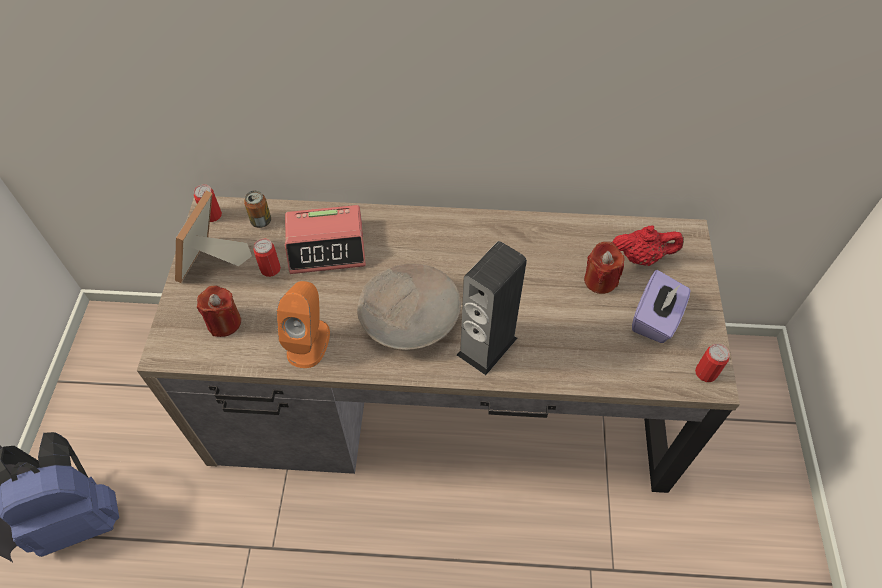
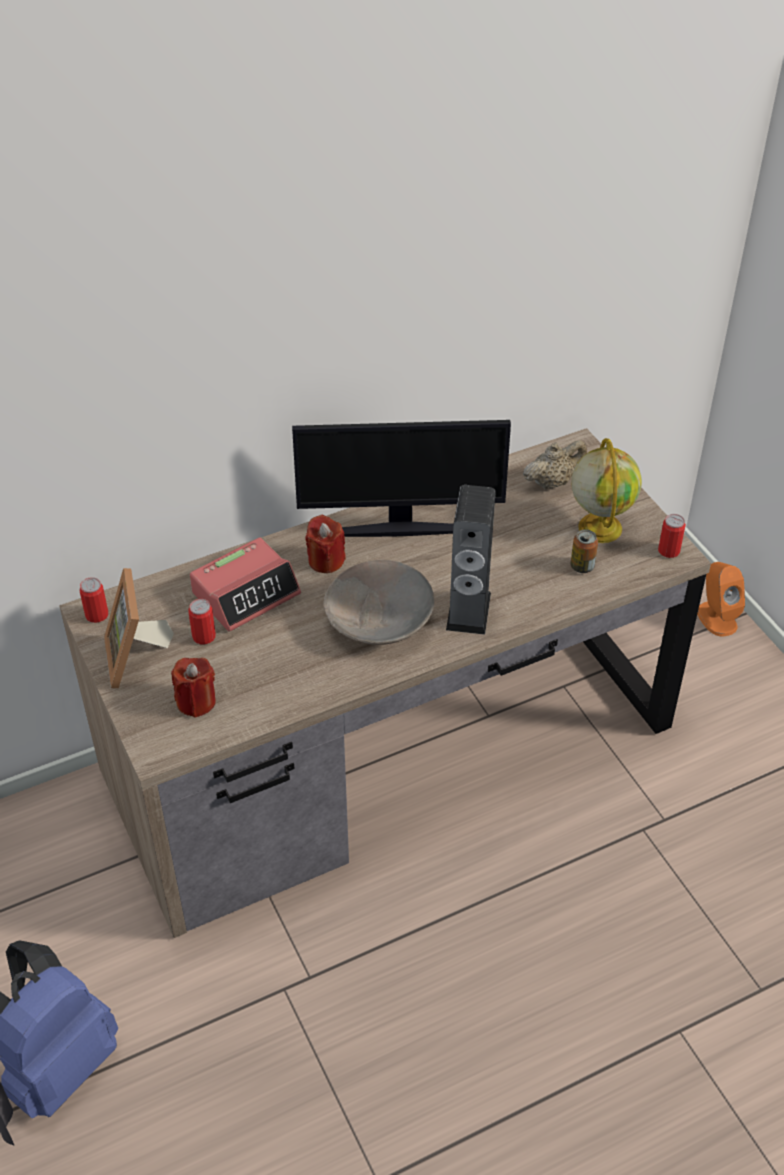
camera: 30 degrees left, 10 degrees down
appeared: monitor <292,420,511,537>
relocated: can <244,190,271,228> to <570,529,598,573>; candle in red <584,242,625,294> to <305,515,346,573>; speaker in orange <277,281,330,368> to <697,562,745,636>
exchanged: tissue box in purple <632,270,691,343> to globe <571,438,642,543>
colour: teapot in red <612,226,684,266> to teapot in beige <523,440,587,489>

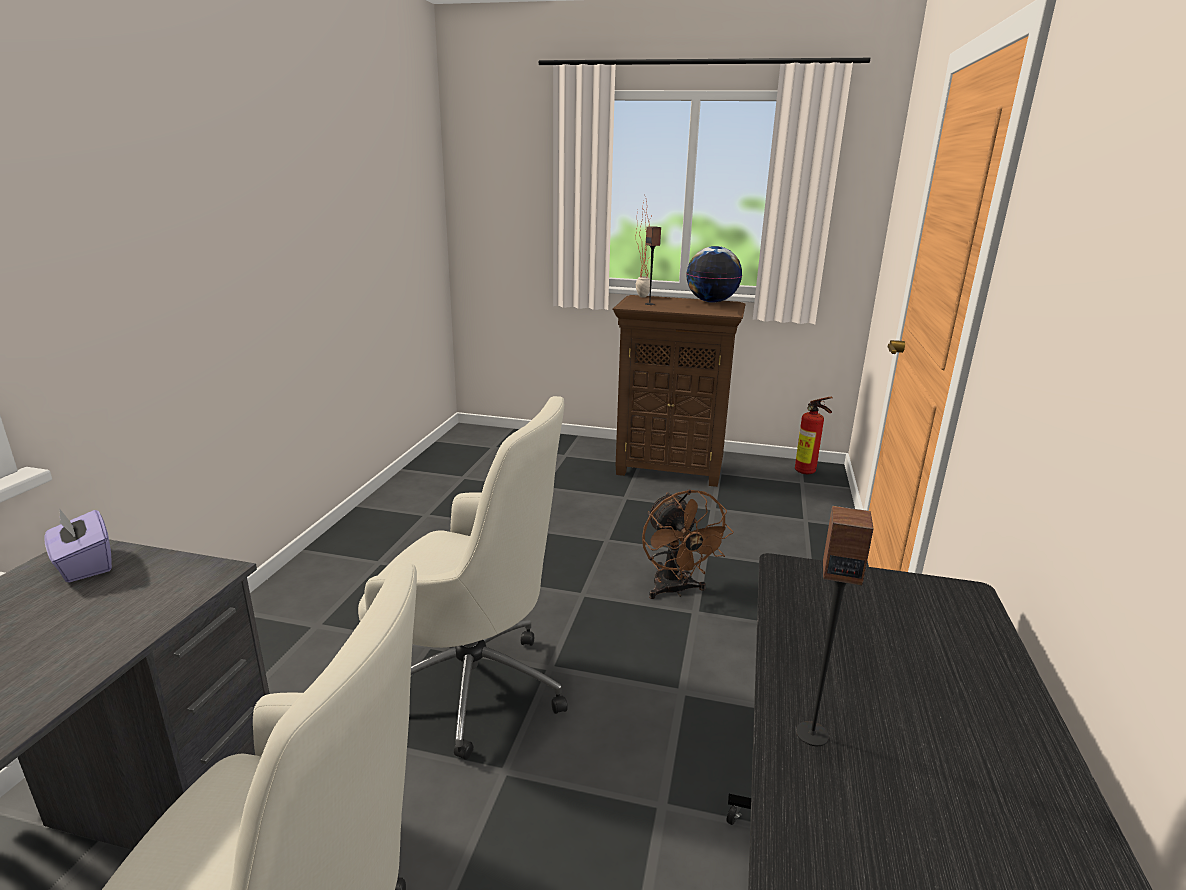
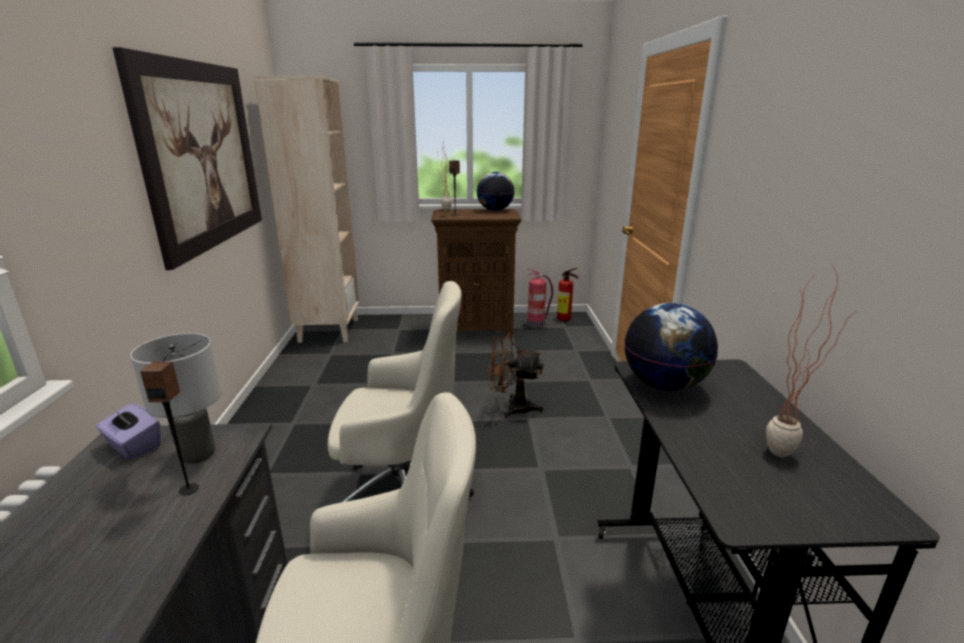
camera: 15 degrees left, 0 degrees up
appeared: picture <112,47,262,270>; bookcase in beige <254,76,360,343>; potted plant <766,265,855,457>; fire extinguisher <527,269,553,328>; globe <624,303,718,391>; table lamp in white <130,333,221,464>
relocated: speaker <796,506,873,746> to <140,361,199,496>
spun: fan in brown <642,489,734,599> = <487,332,543,418> 135 degrees clockwise

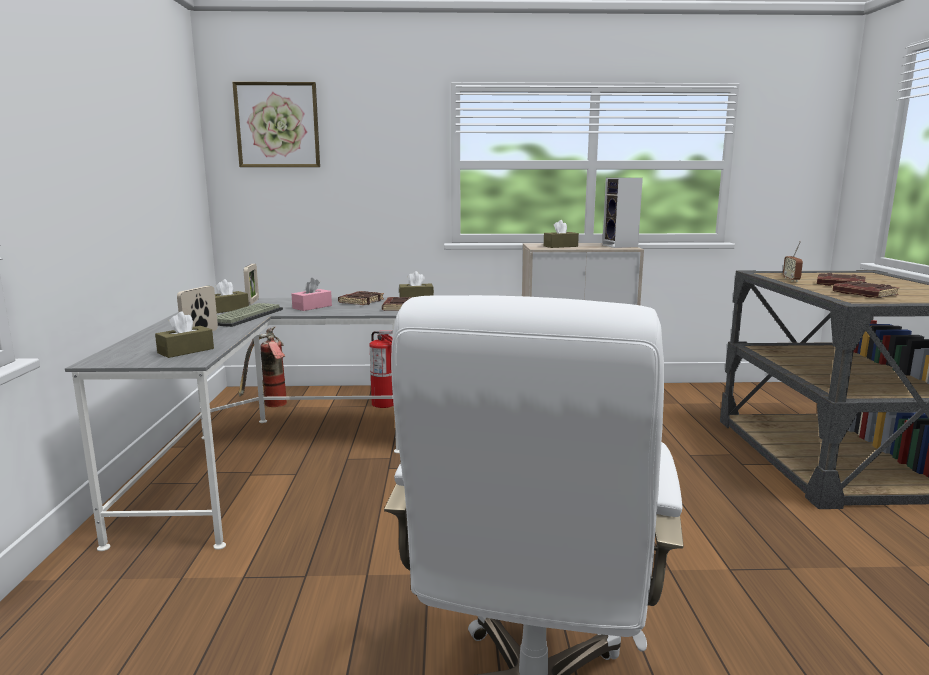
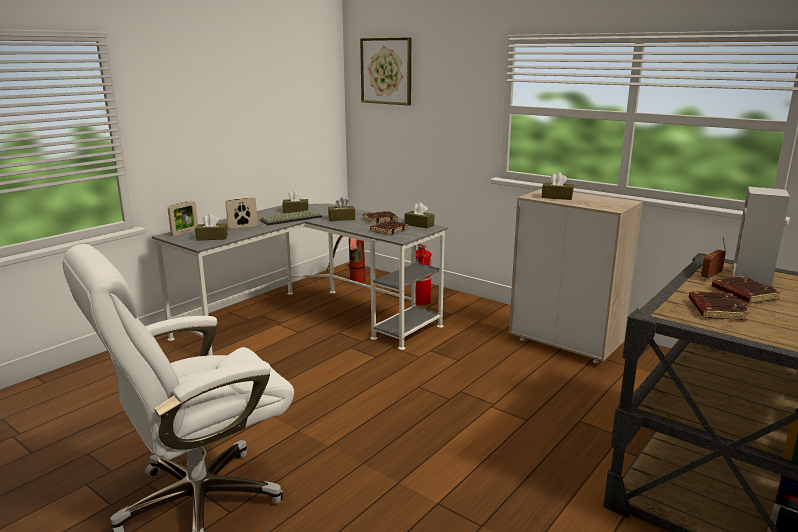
camera: 40 degrees right, 5 degrees up
relocated: speaker <602,178,643,248> to <732,186,790,286>; picture frame <243,264,259,305> to <168,201,198,236>
colour: tissue box in pink <292,278,332,311> to tissue box in brown <328,197,355,221>

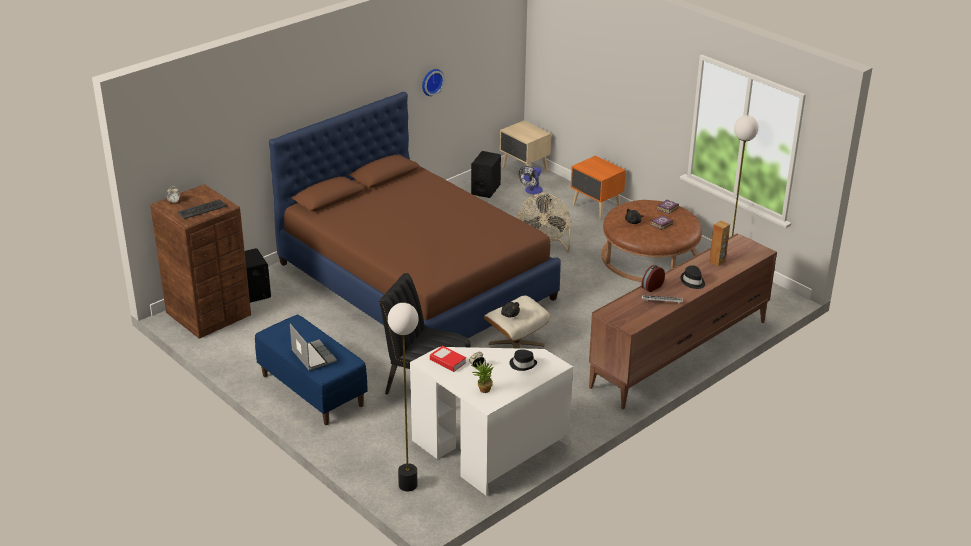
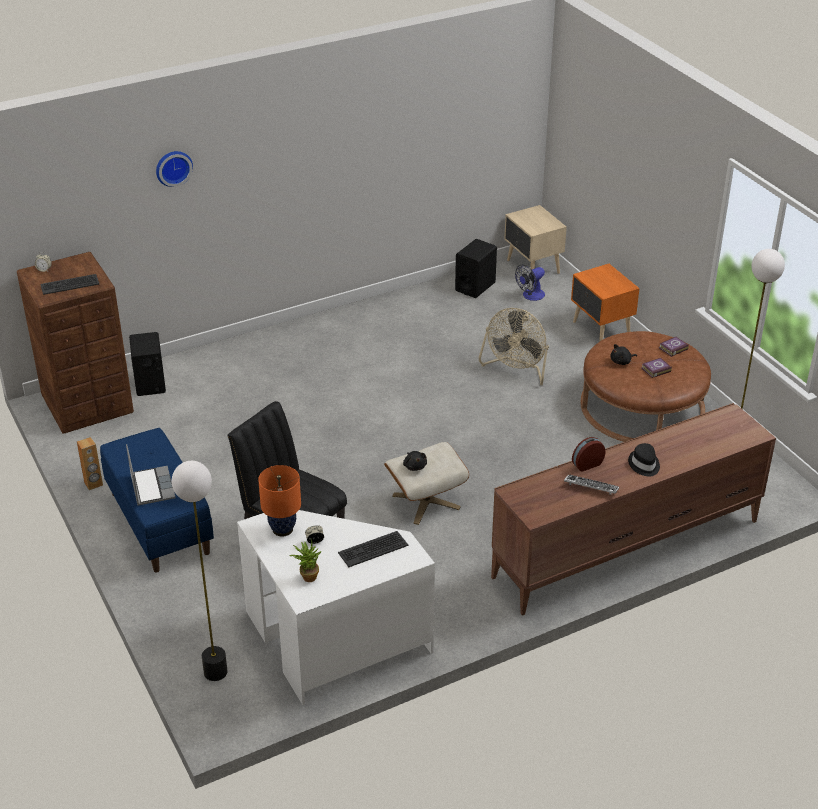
camera: 15 degrees right, 5 degrees up
missing: bed in brown <269,92,561,338>
relocated: wall clock <422,69,445,96> to <156,151,193,187>; speaker in brown <709,220,730,267> to <77,437,103,490>
exchanged: book <430,346,466,372> to table lamp in orange <258,465,301,537>; hat in black <509,349,537,371> to keyboard <338,531,409,567>

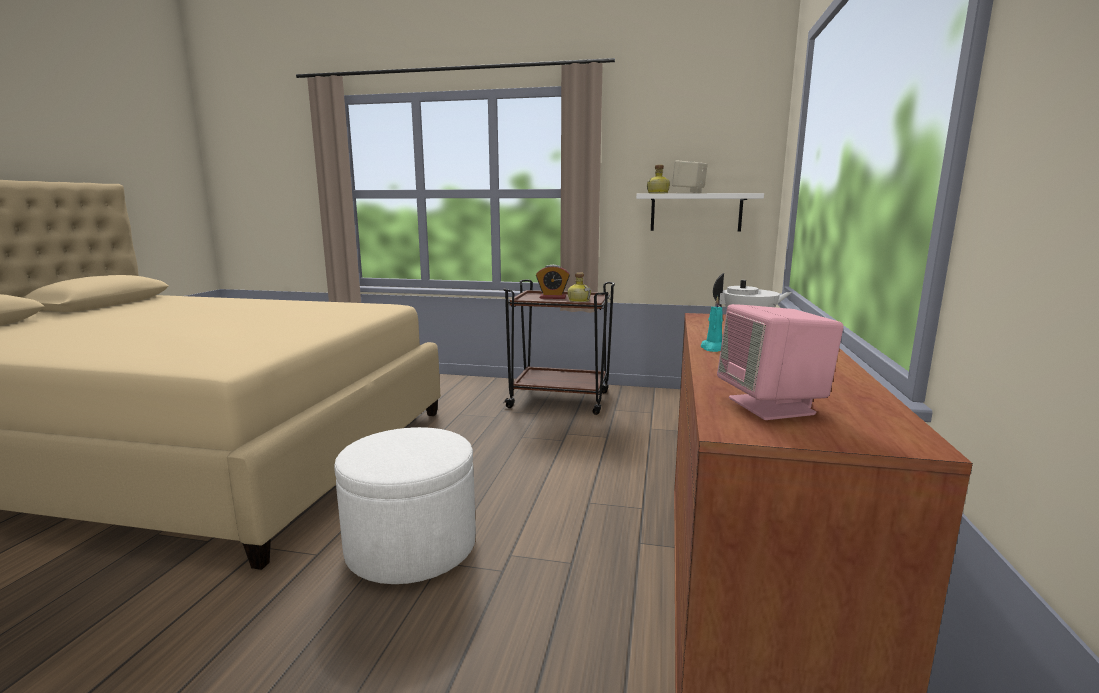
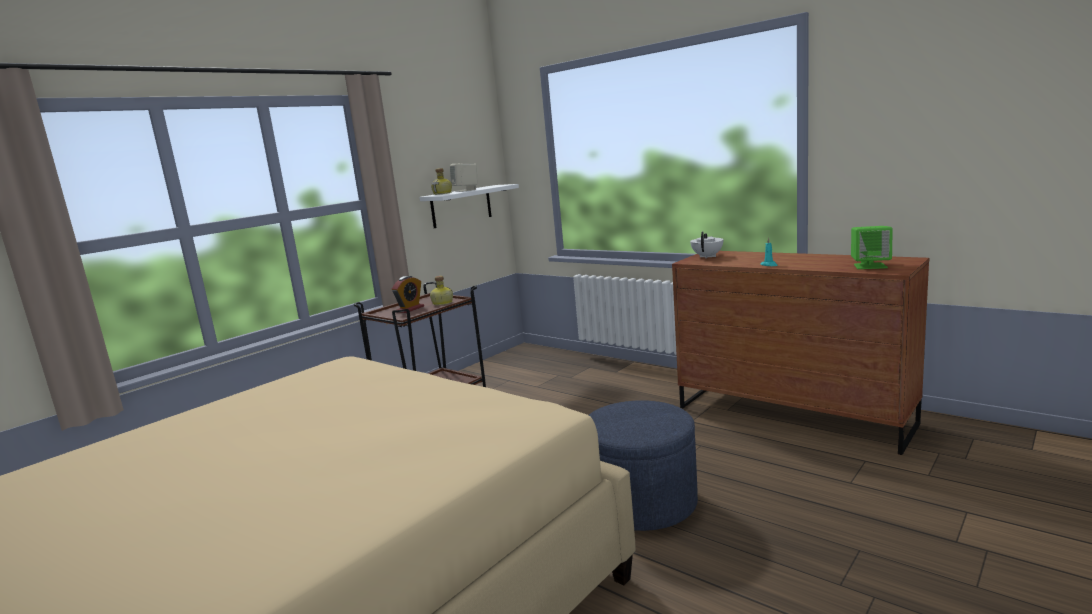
camera: 60 degrees left, 0 degrees up
colour: speaker in pink <717,304,844,420> to speaker in green <851,226,893,269>; ottoman in white <334,427,476,584> to ottoman in blue <589,400,698,531>

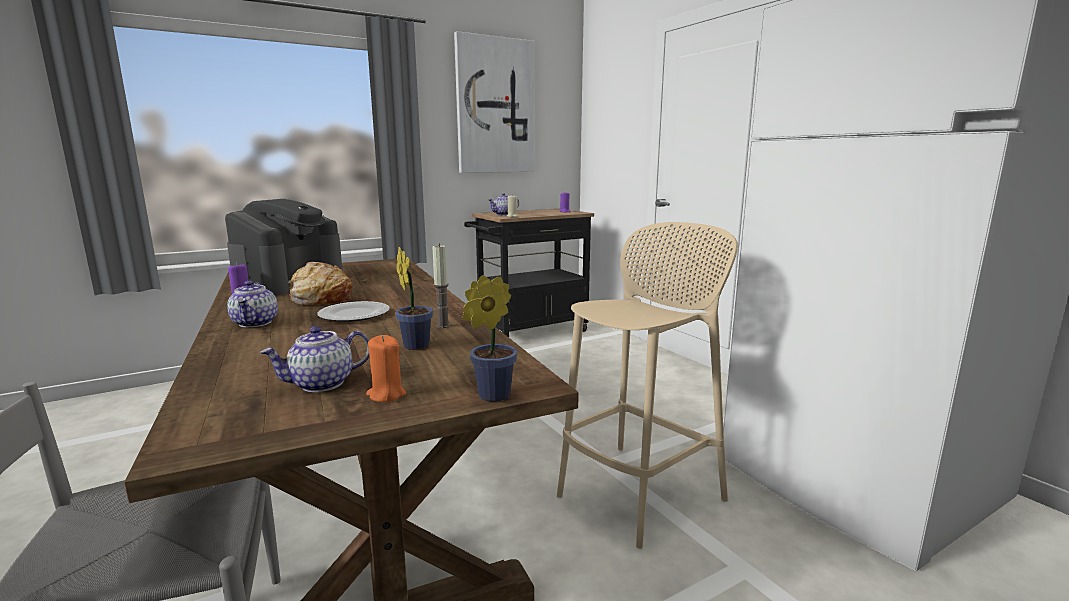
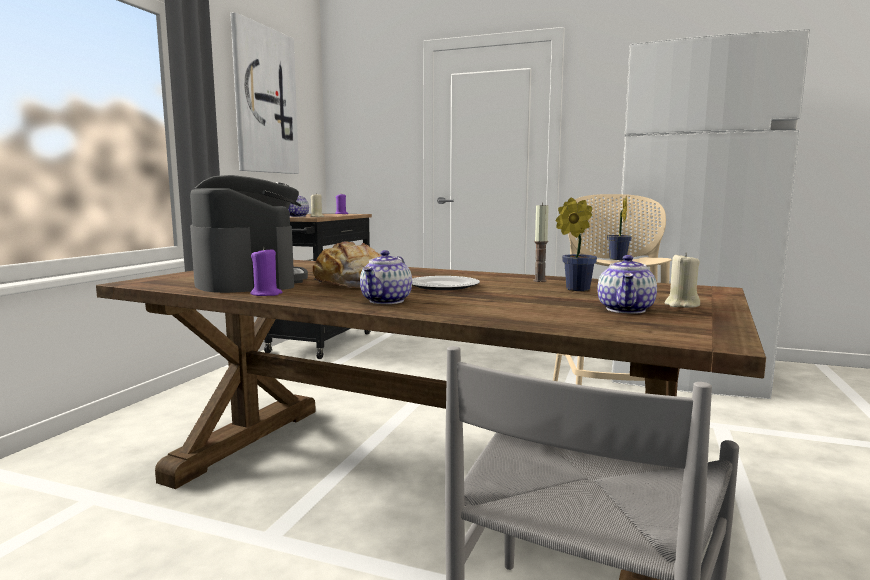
camera: 40 degrees left, 5 degrees down
relocated: potted plant <463,275,517,402> to <607,196,632,260>
colour: candle in orange <366,335,406,402> to candle in beige <664,252,700,308>
spun: teapot <227,281,278,327> = <360,250,412,304> 75 degrees clockwise

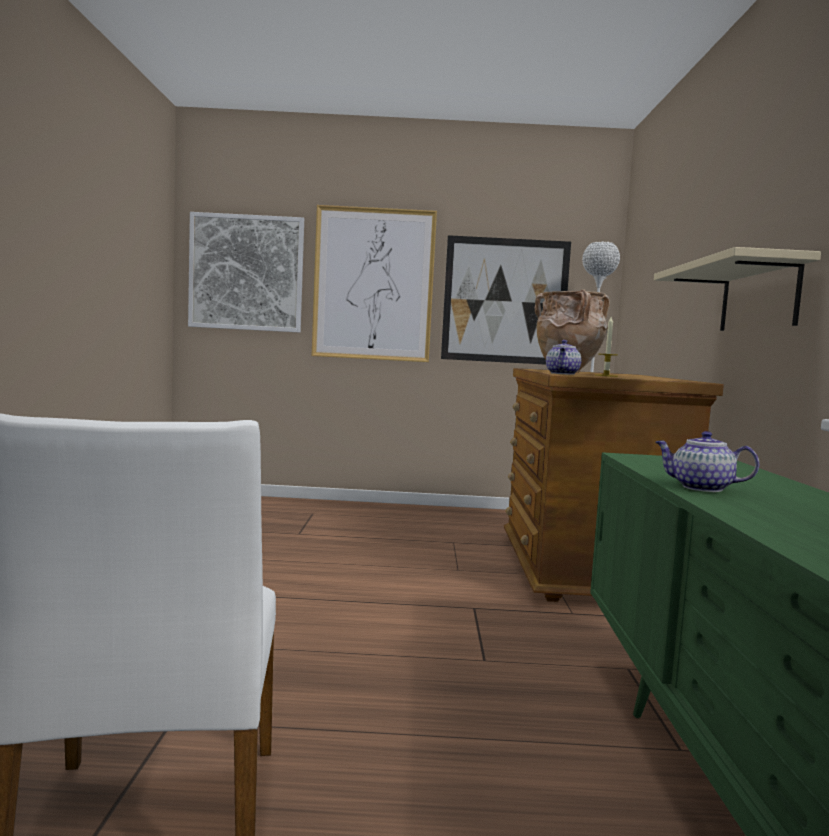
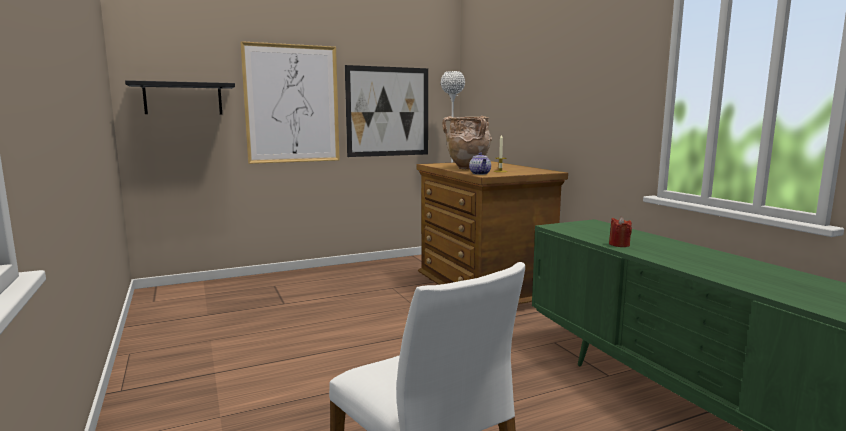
camera: 25 degrees left, 5 degrees up
missing: shelf in beige <654,247,821,331>
exchanged: picture <188,212,304,333> to shelf in black <125,80,235,114>; teapot <656,431,759,492> to candle in red <609,216,632,247>

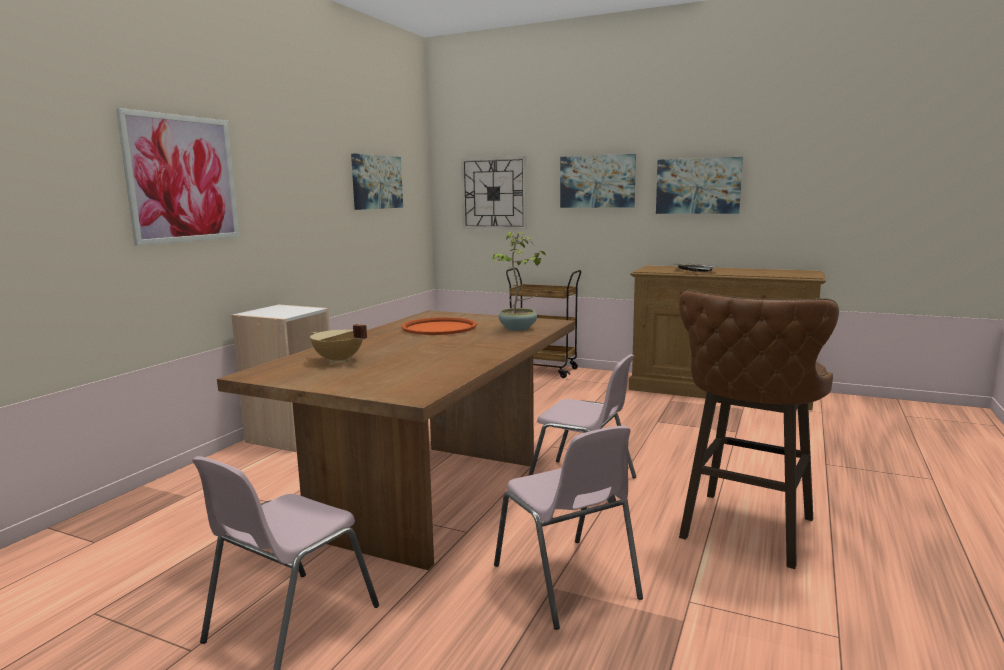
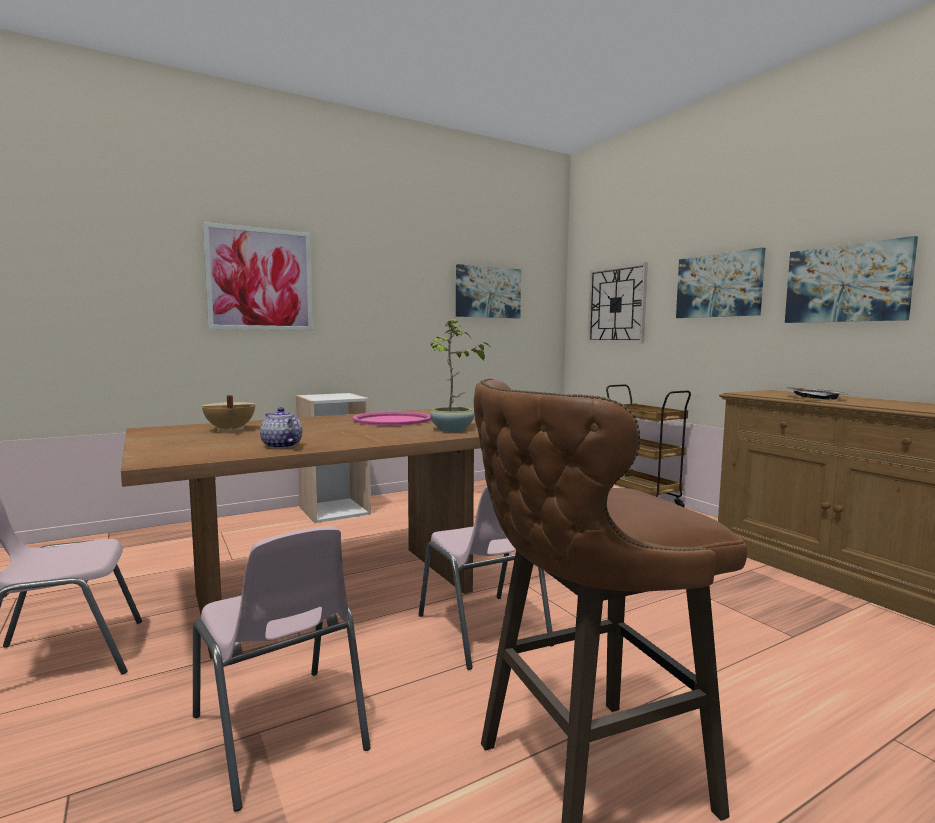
camera: 35 degrees right, 5 degrees down
appeared: teapot <260,407,302,449>
colour: tray in orange <401,317,477,335> to tray in pink <352,411,431,426>
spun: chair in pink <494,426,643,630> = <193,526,370,812> 45 degrees counterclockwise

